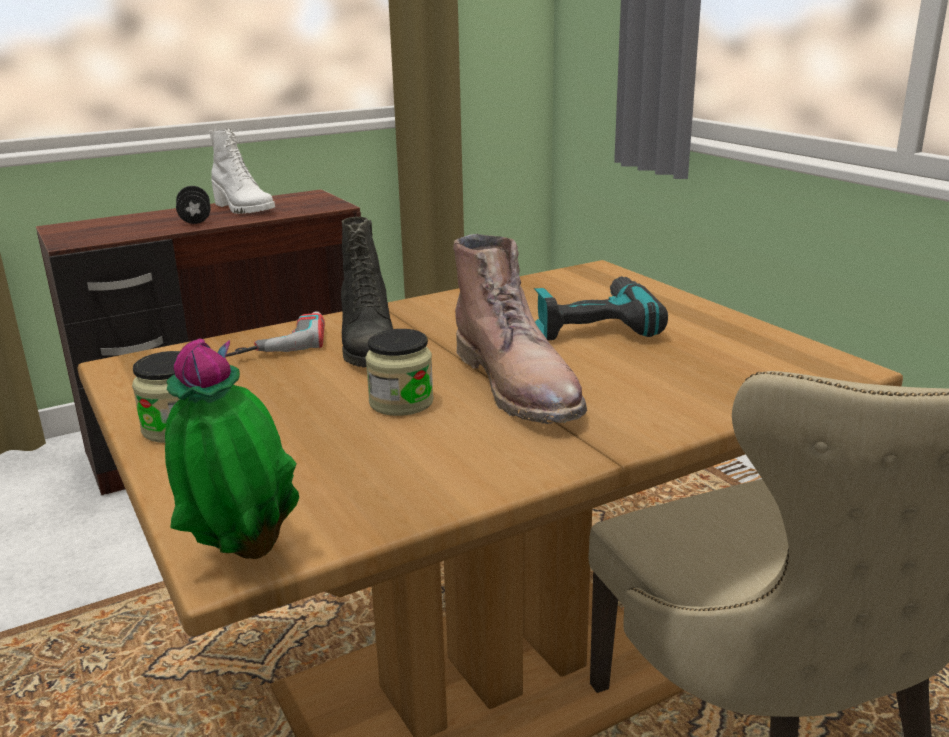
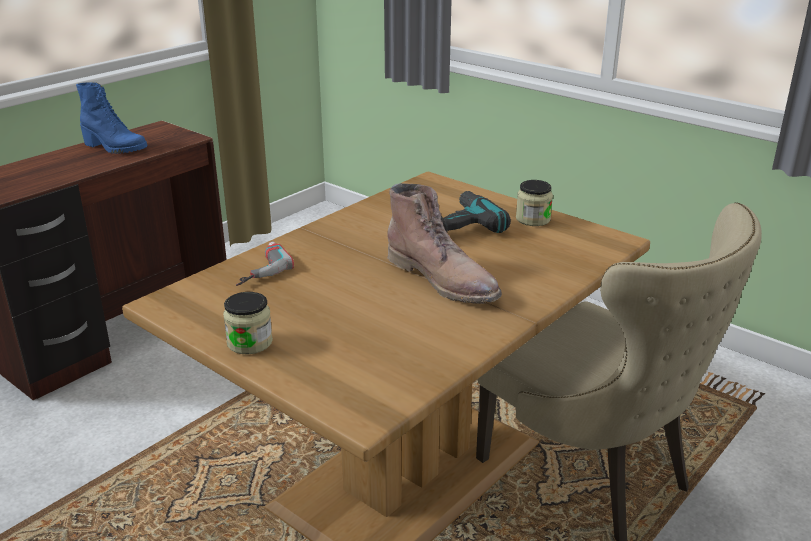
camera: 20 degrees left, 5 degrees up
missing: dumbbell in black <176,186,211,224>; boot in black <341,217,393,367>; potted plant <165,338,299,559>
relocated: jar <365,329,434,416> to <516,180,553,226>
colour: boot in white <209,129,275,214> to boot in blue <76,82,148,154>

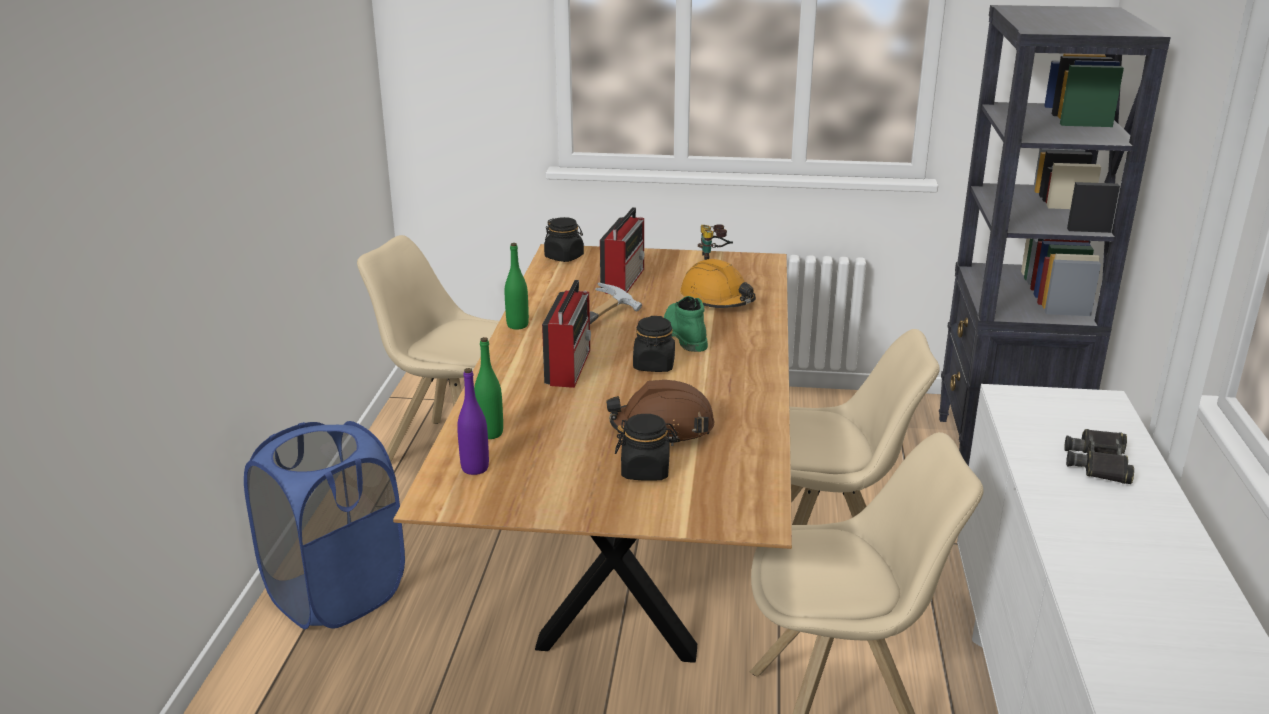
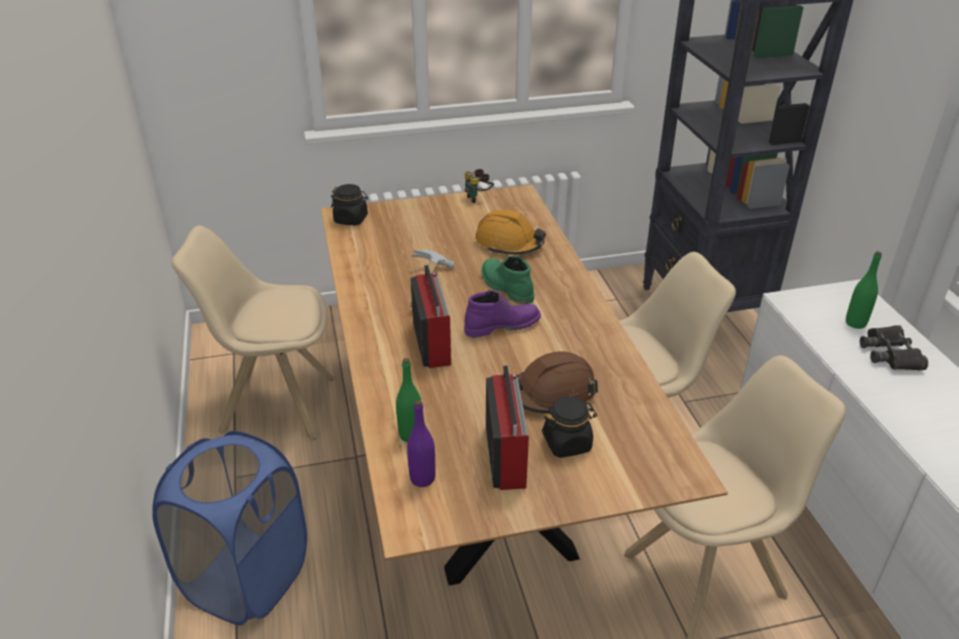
camera: 20 degrees left, 10 degrees up
relocated: radio <600,207,645,294> to <486,365,529,490>; bottle in green <505,243,529,329> to <846,251,882,329>
exchanged: jar in black <633,316,675,372> to boot in purple <464,290,541,338>

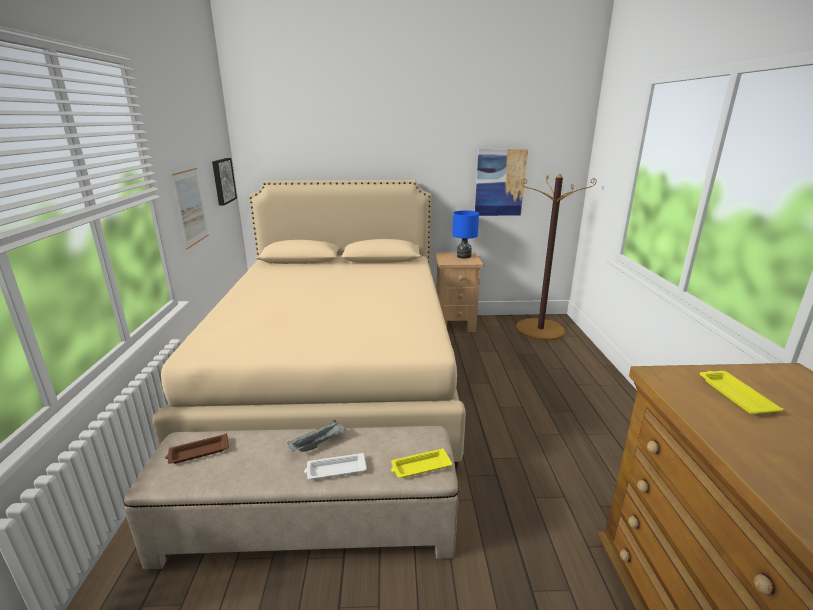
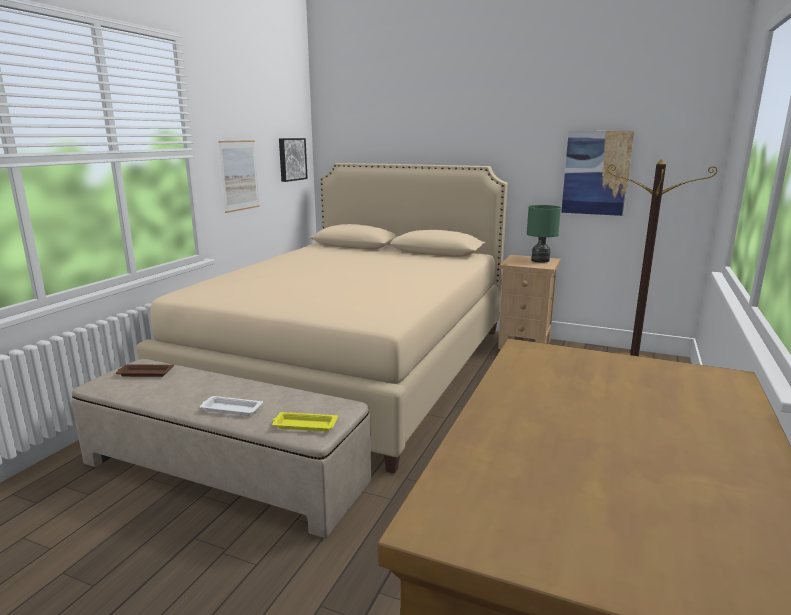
camera: 25 degrees right, 5 degrees down
missing: tray in yellow <699,371,783,414>; tray in grey <287,420,346,452>
colour: table lamp in blue <452,210,479,258> to table lamp in green <527,205,561,262>

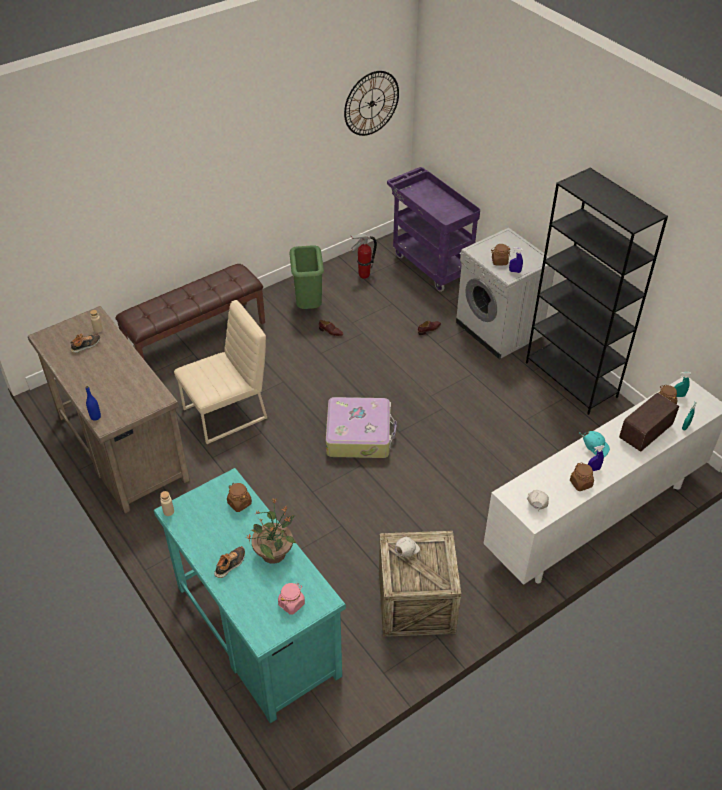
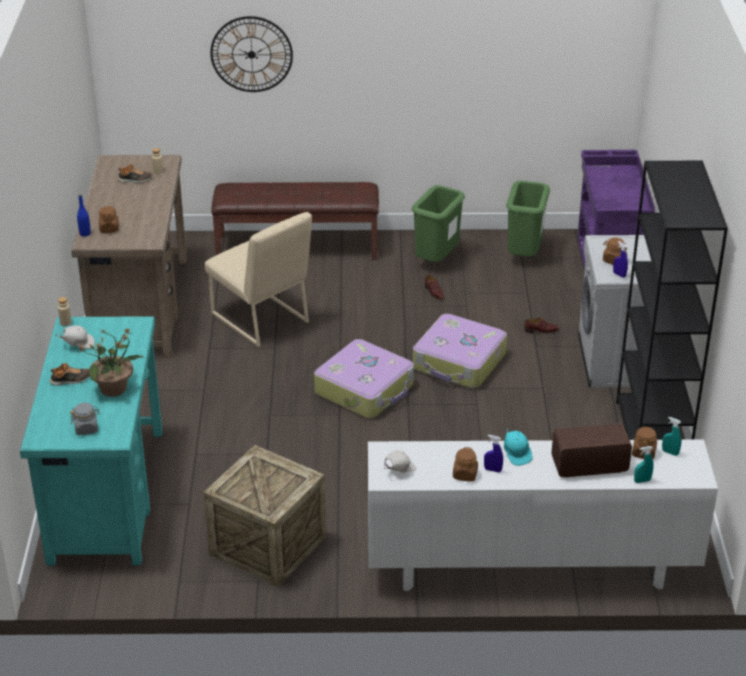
camera: 35 degrees right, 10 degrees down
appeared: suitcase <413,314,507,388>
relocated: wall clock <344,71,399,136> to <210,16,293,92>; jar in brown <227,483,252,512> to <99,206,119,233>; cap in white <395,537,420,557> to <55,326,95,349>
exchanged: fire extinguisher <351,234,377,279> to trash can in green <506,181,550,256>
colour: jar in pink <278,583,305,615> to jar in grey <70,403,100,435>
spun: chair in beige <174,300,267,444> = <205,212,312,347> 45 degrees clockwise

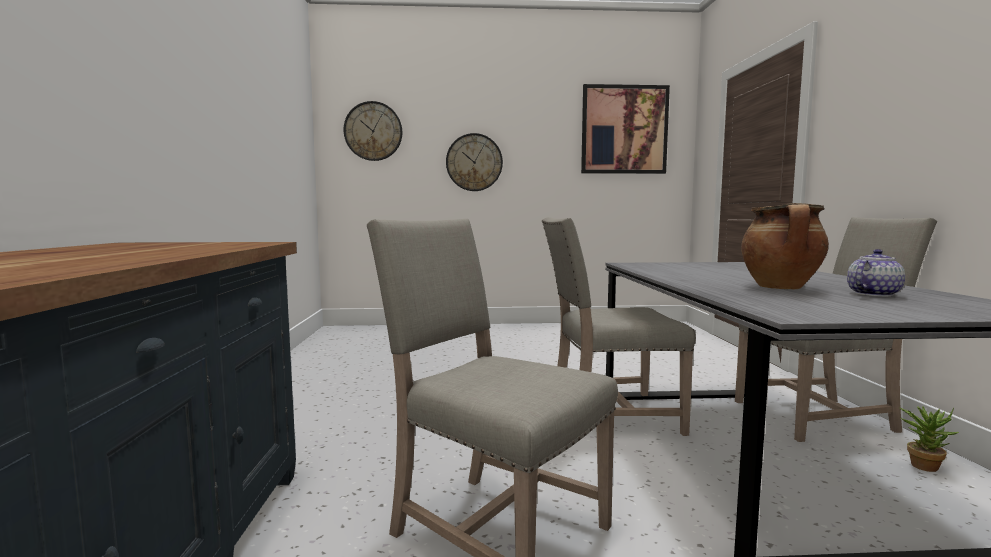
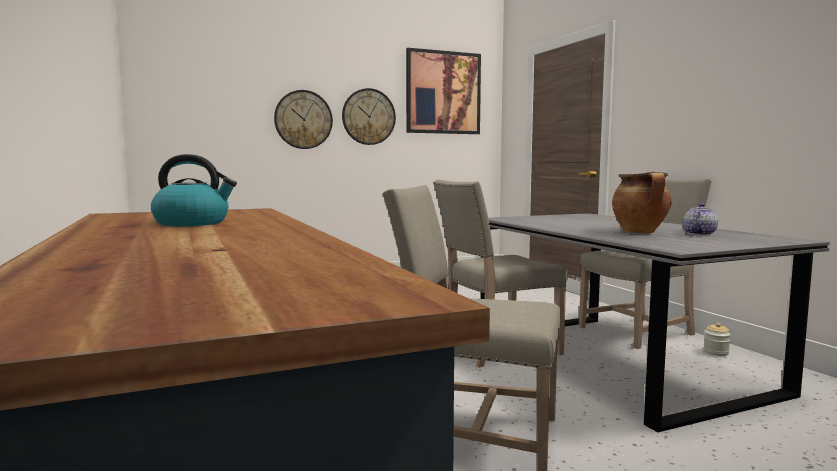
camera: 20 degrees left, 0 degrees up
appeared: kettle <151,154,237,226>
relocated: wall clock <343,101,402,161> to <342,88,396,145>
exchanged: potted plant <900,406,959,472> to jar <704,323,731,356>

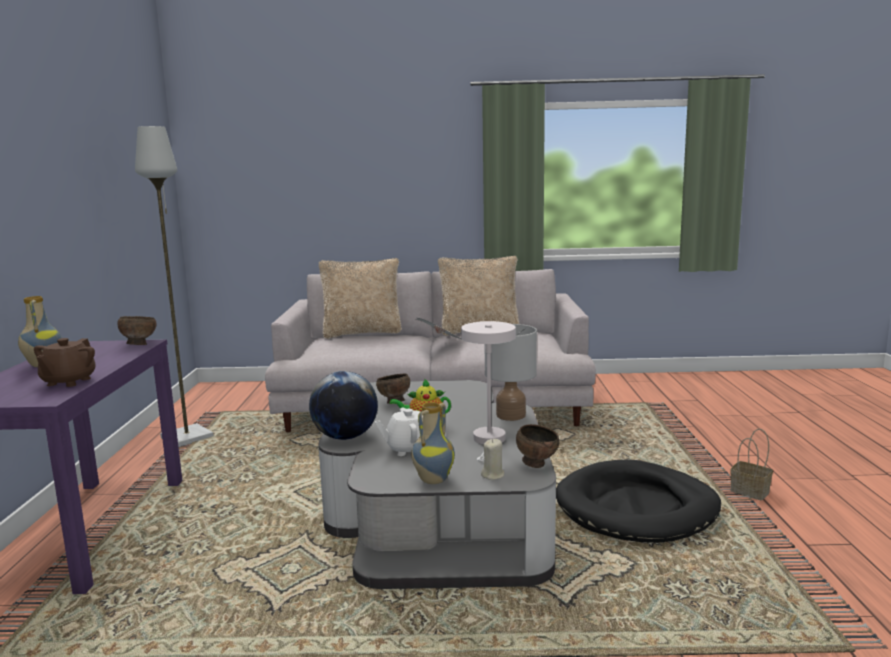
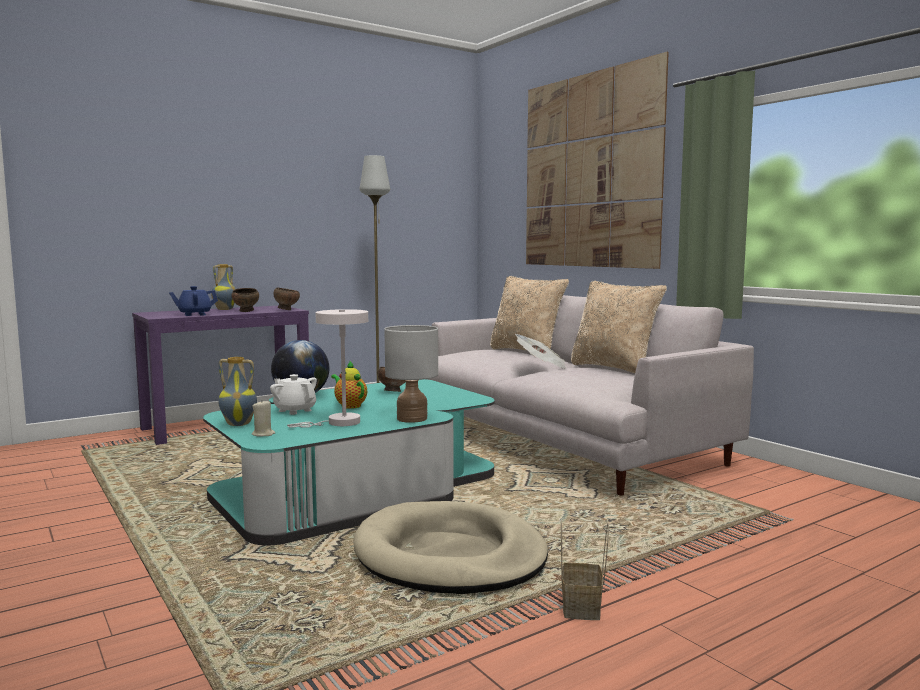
camera: 55 degrees right, 5 degrees down
appeared: picture <526,52,669,269>
relocated: bowl in brown <516,424,560,468> to <231,288,259,312>
colour: teapot in brown <34,338,96,387> to teapot in blue <169,286,218,316>; coffee table in grey <318,380,556,589> to coffee table in turquoise <203,379,495,545>; dog bed in black <556,460,721,543> to dog bed in beige <354,501,548,594>

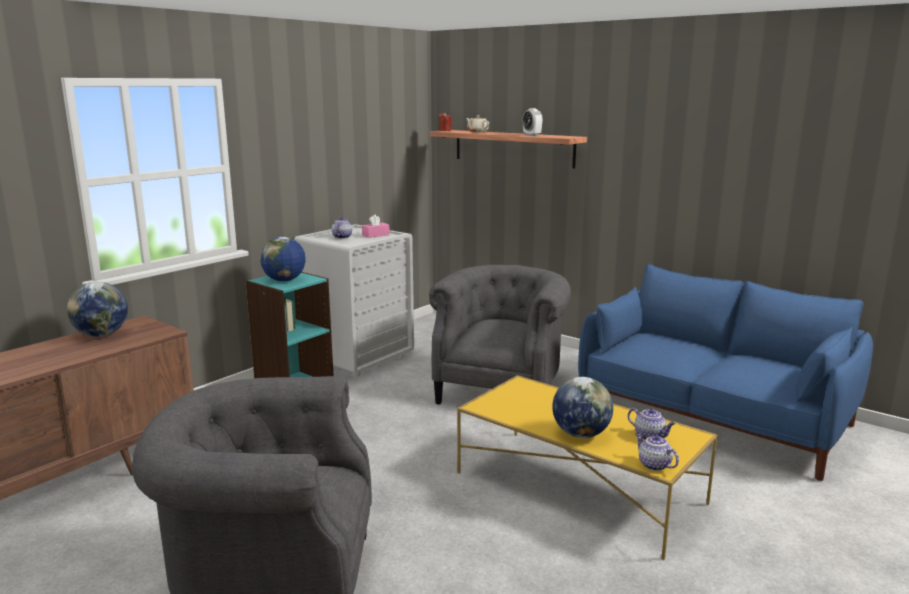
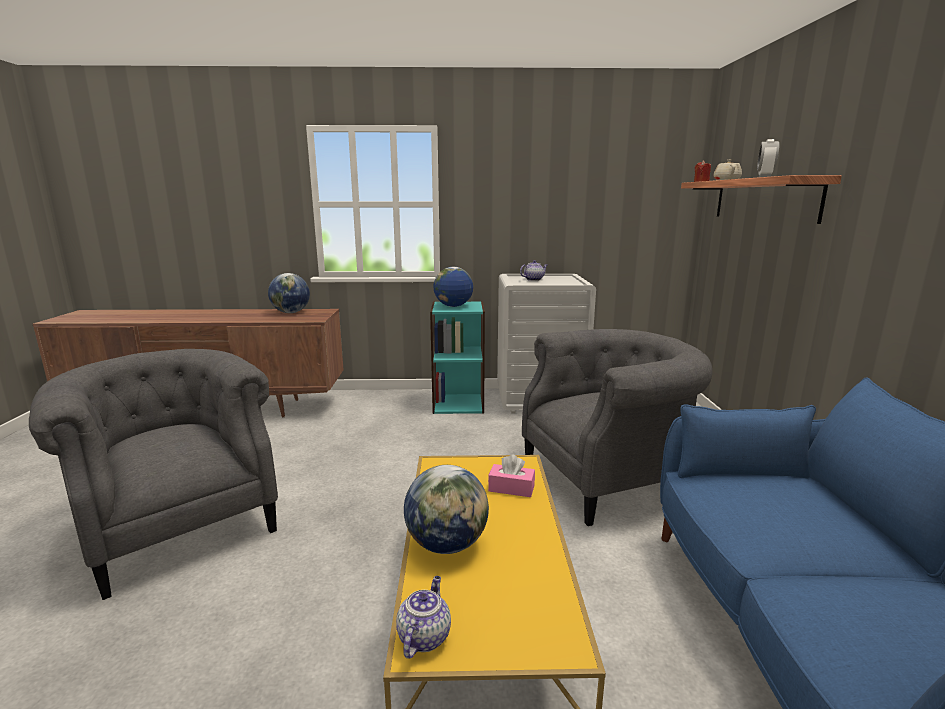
camera: 50 degrees right, 0 degrees up
missing: teapot <628,408,675,440>
relocated: tissue box in pink <362,214,390,238> to <488,455,535,497>

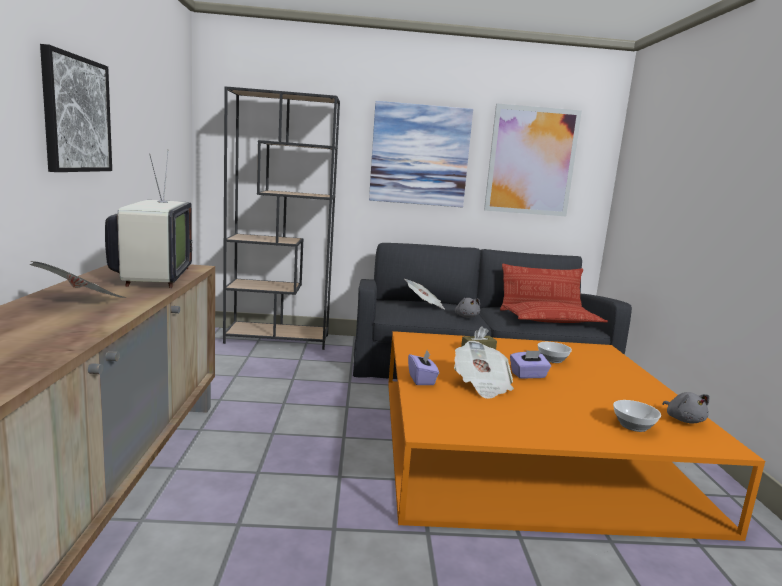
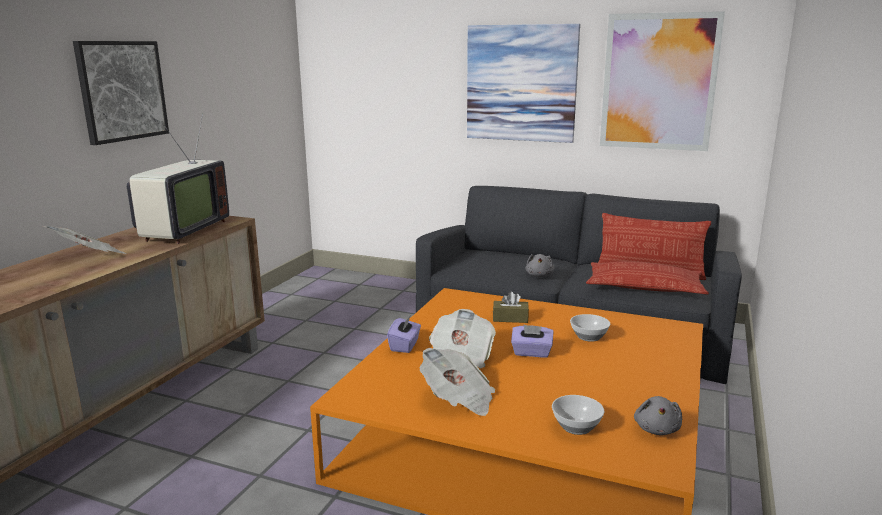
camera: 25 degrees right, 5 degrees up
missing: bookcase <223,86,340,350>
relocated: newspaper <404,279,446,310> to <419,348,495,416>

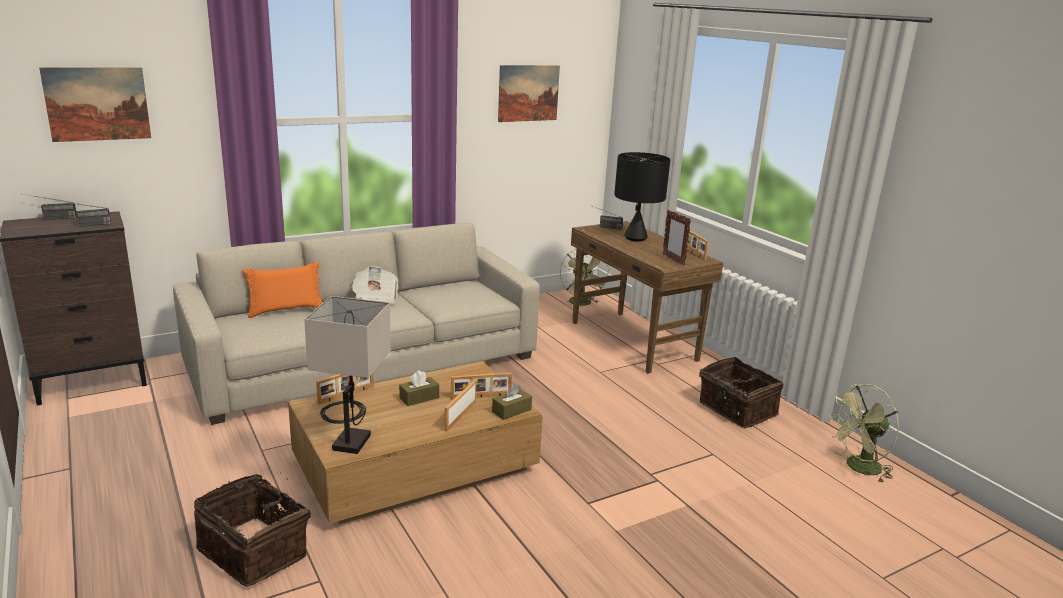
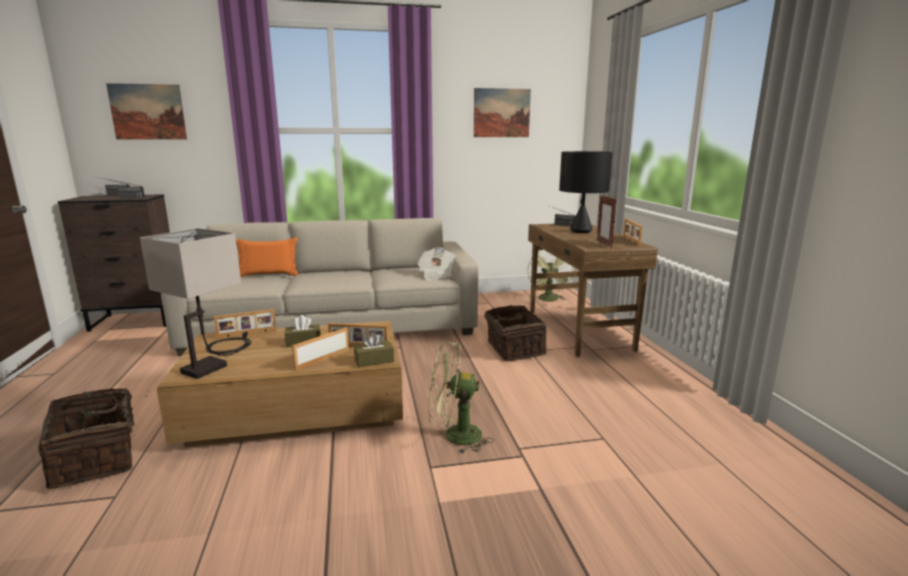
camera: 20 degrees right, 5 degrees down
relocated: newspaper <351,266,399,304> to <417,247,456,280>; basket <699,357,784,428> to <484,305,547,361>; fan in green <829,384,899,483> to <429,341,494,454>

